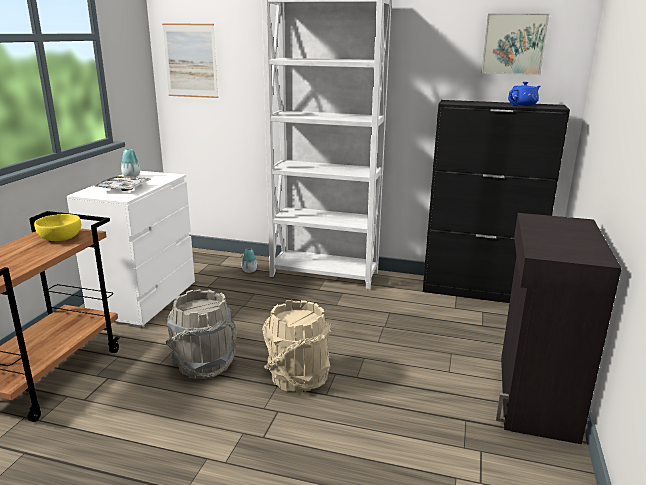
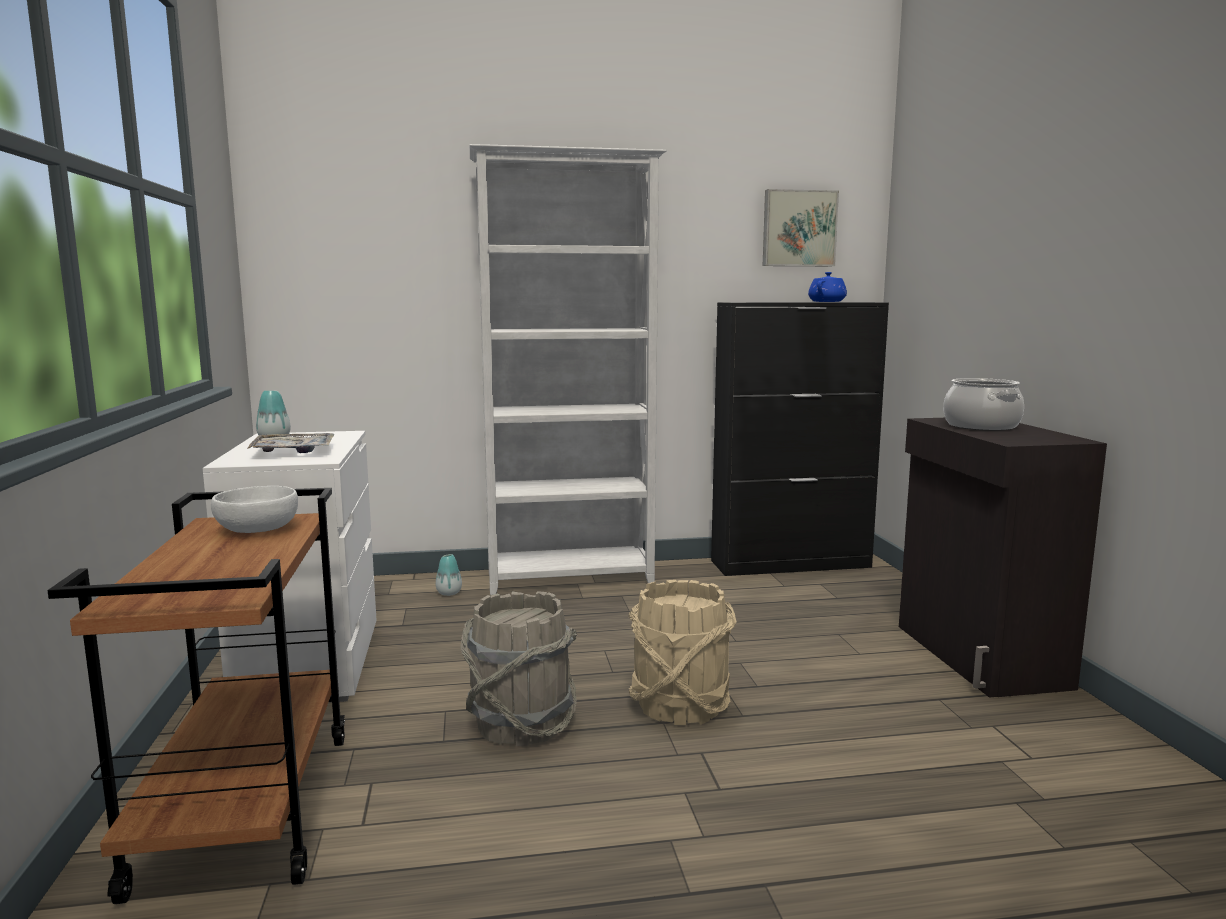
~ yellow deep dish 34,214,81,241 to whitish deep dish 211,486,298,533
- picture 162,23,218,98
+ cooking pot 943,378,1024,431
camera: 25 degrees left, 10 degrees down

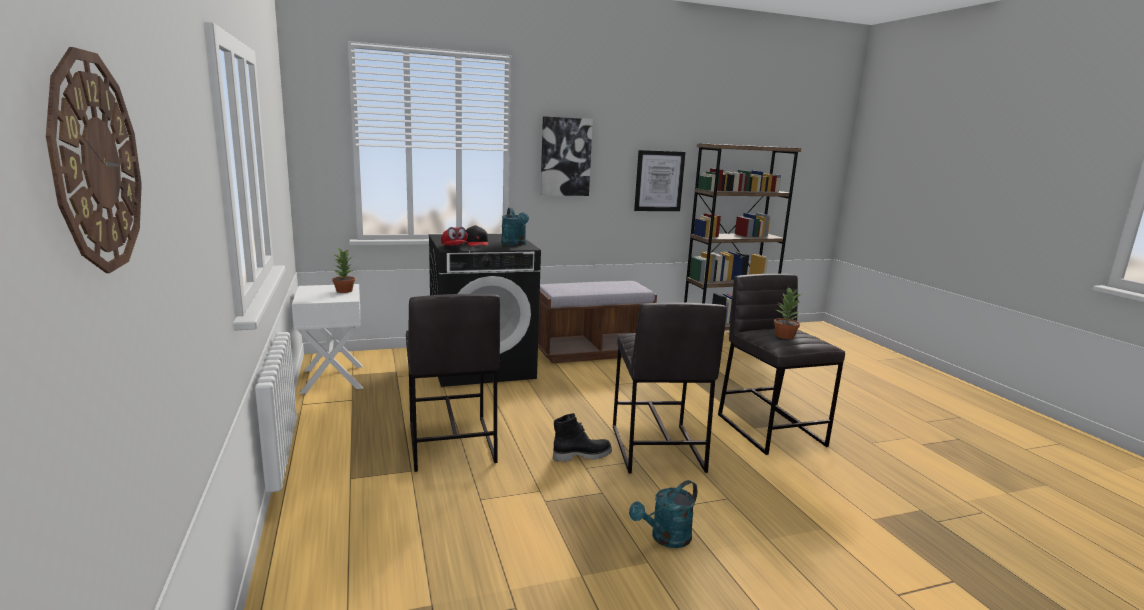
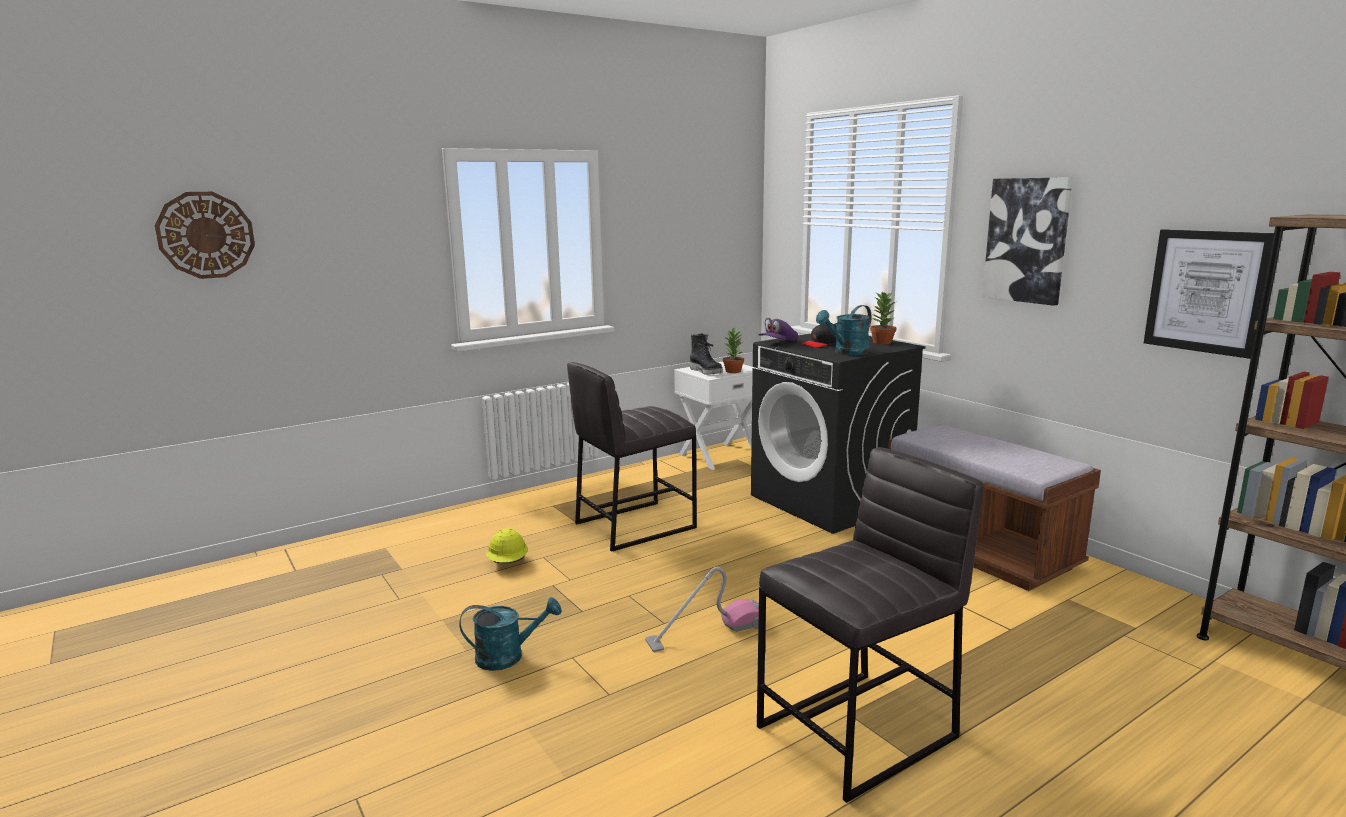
~ reddish cap 441,227,469,245 to purplish cap 758,317,798,341
~ black-coloured tall boot 553,413,612,462 to 690,333,723,375
~ gray stool seat 613,302,727,474 to hoover 645,567,759,652
~ turquoise sprinkling can 629,480,697,548 = 459,597,561,671 135 degrees clockwise
~ potted plant 774,287,802,339 to 870,291,896,344
+ yellow work helmet 486,529,528,563
camera: 75 degrees right, 0 degrees up

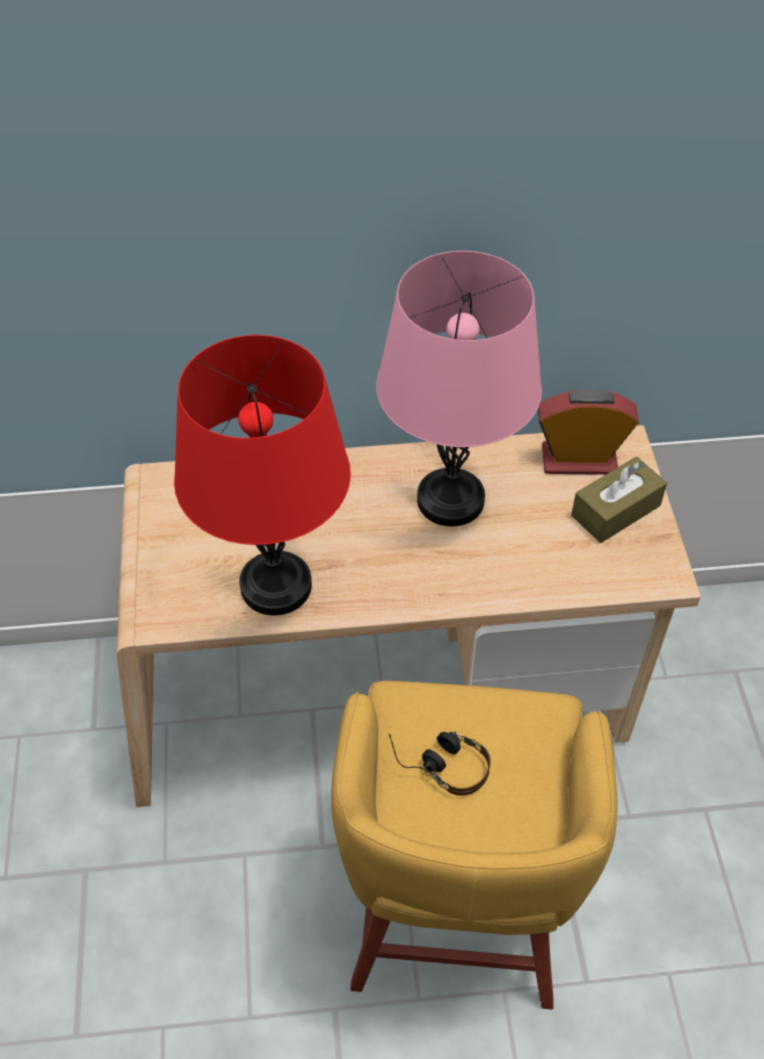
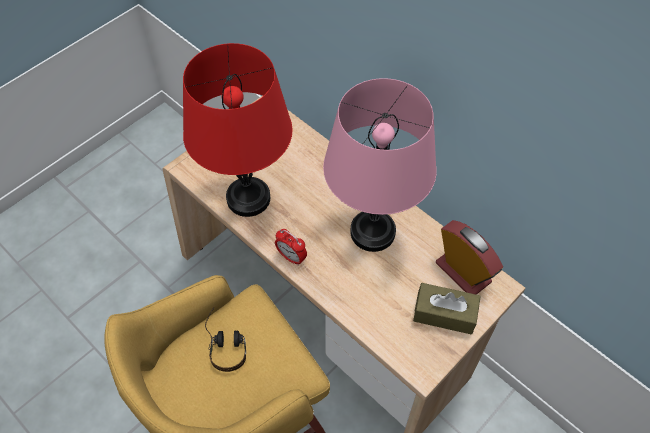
+ bedside clock 275,229,307,266
camera: 50 degrees right, 5 degrees up

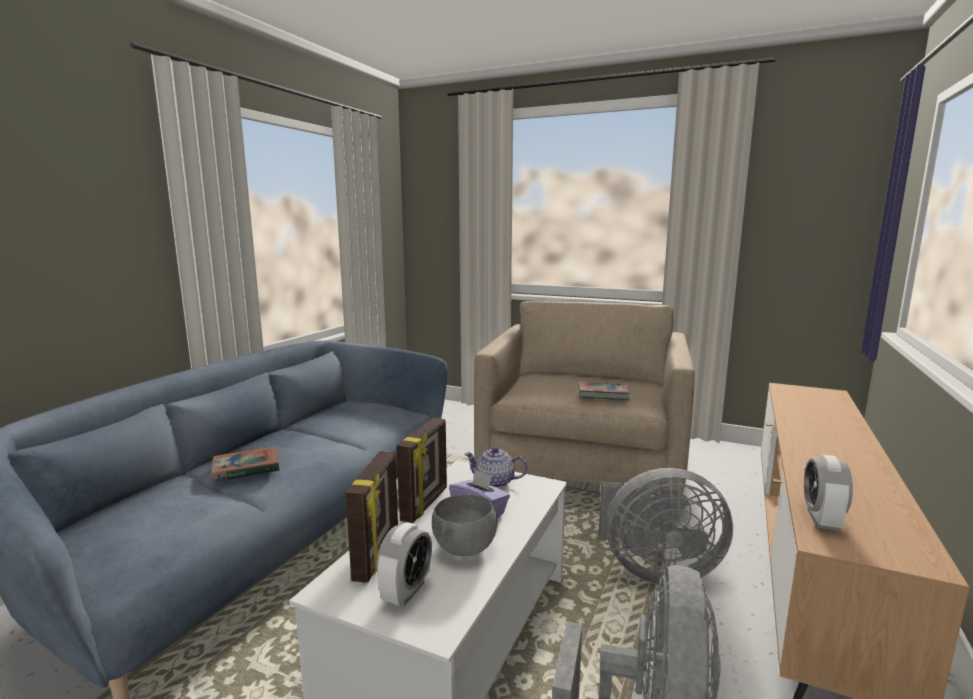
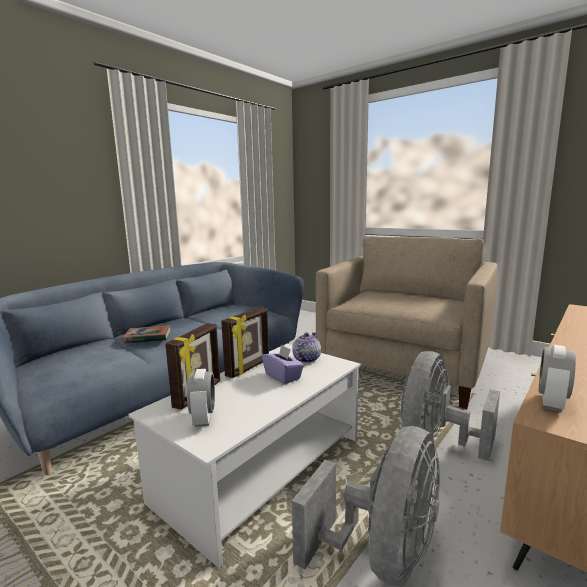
~ bedside clock 376,522,432,606 = 187,369,215,427 45 degrees counterclockwise
- gray deep dish 432,494,497,556
~ pot for tea 464,447,527,488 = 292,332,321,363 90 degrees clockwise
- book 578,381,630,400
~ gray electric fan 599,468,733,585 = 401,351,500,461 105 degrees clockwise
camera: 15 degrees right, 0 degrees up

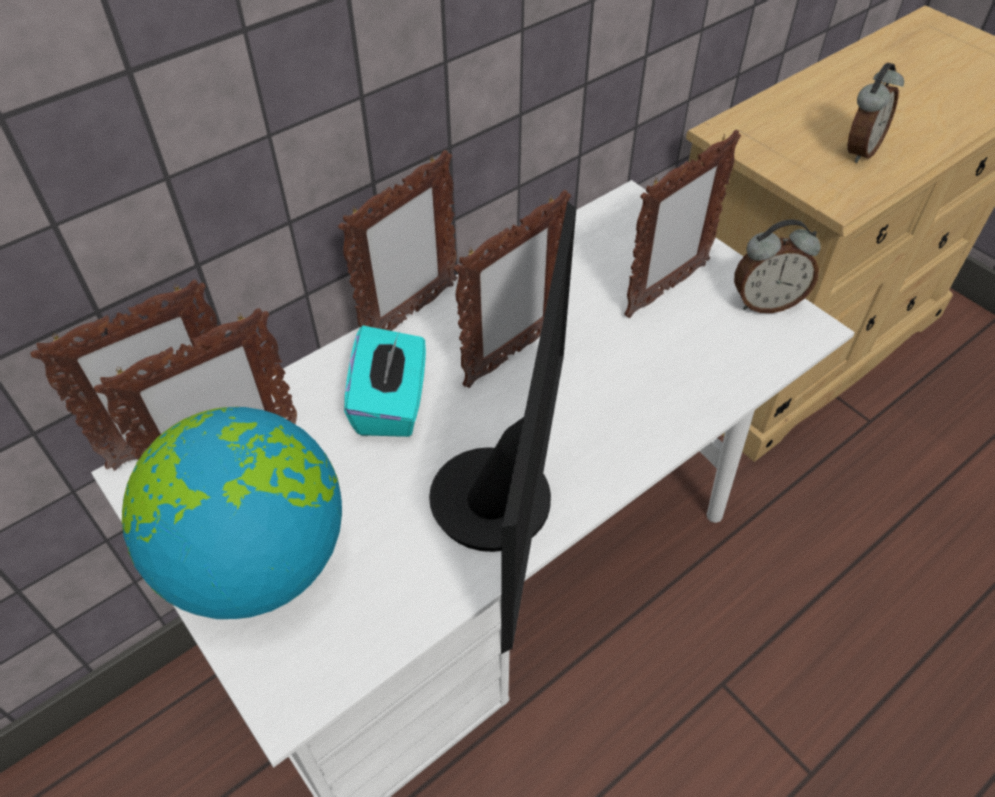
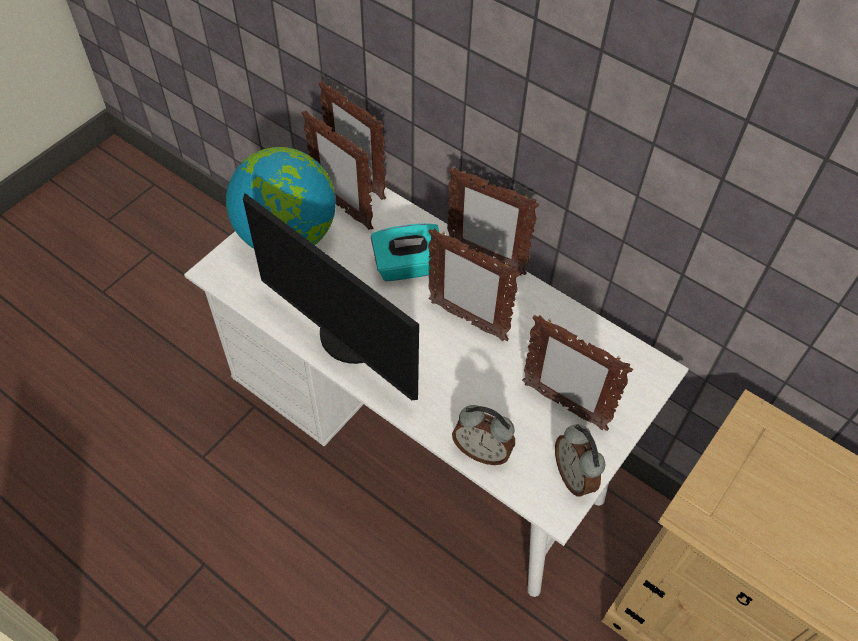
~ computer display 429,201,576,654 = 243,193,419,400 45 degrees clockwise
~ bedside clock 848,63,904,163 to 452,405,515,465
camera: 75 degrees right, 5 degrees up

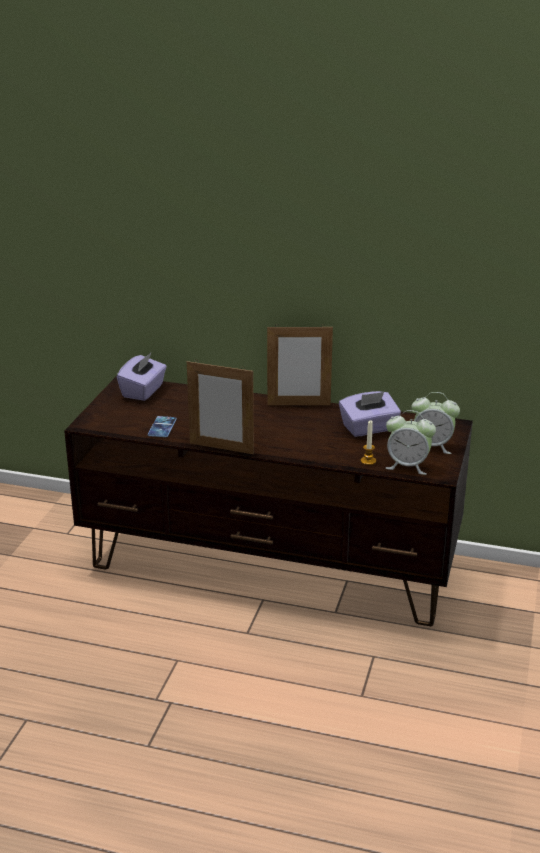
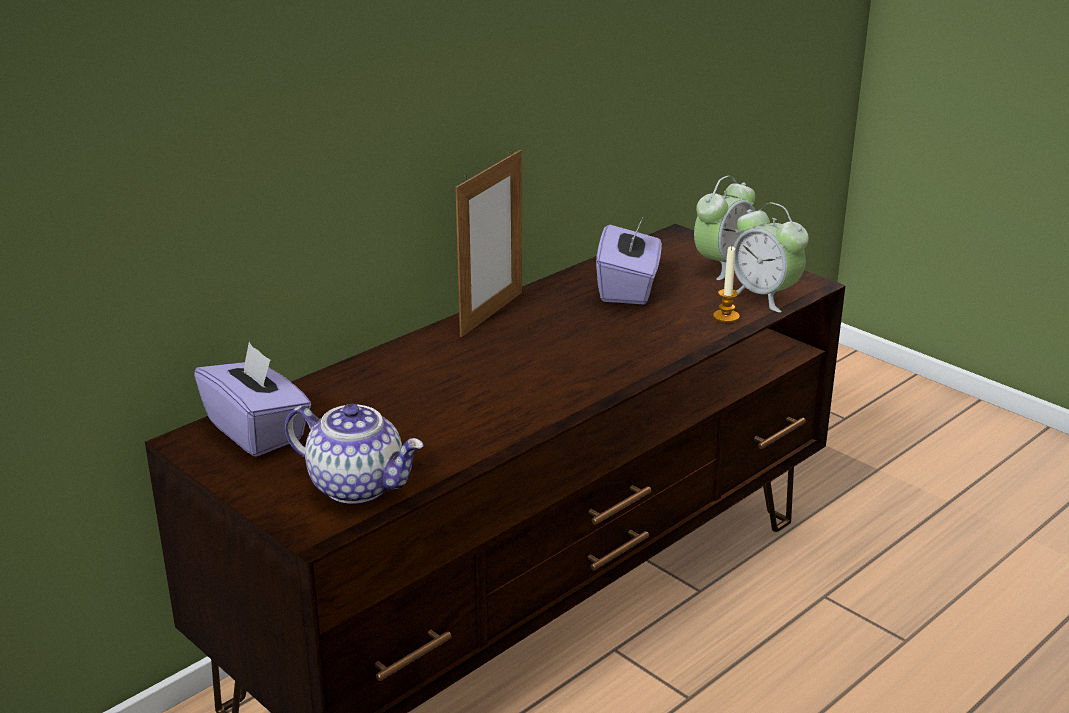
- telephone 148,416,177,437
- picture frame 187,361,254,454
~ bedside clock 386,410,436,475 = 734,203,809,313 90 degrees clockwise
+ pot for tea 285,404,424,504
camera: 60 degrees left, 0 degrees up

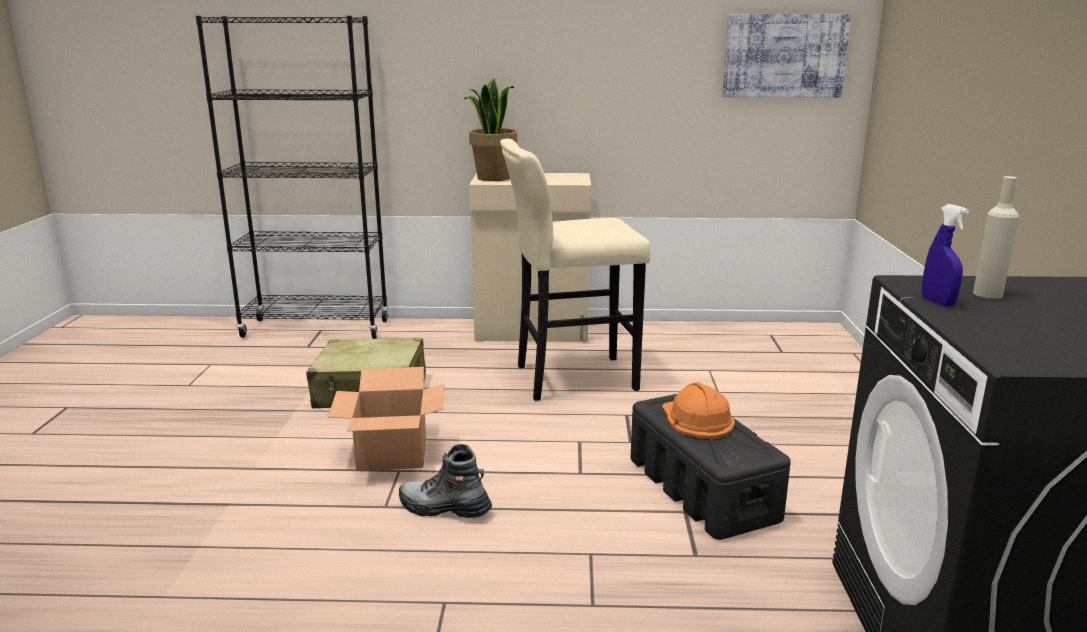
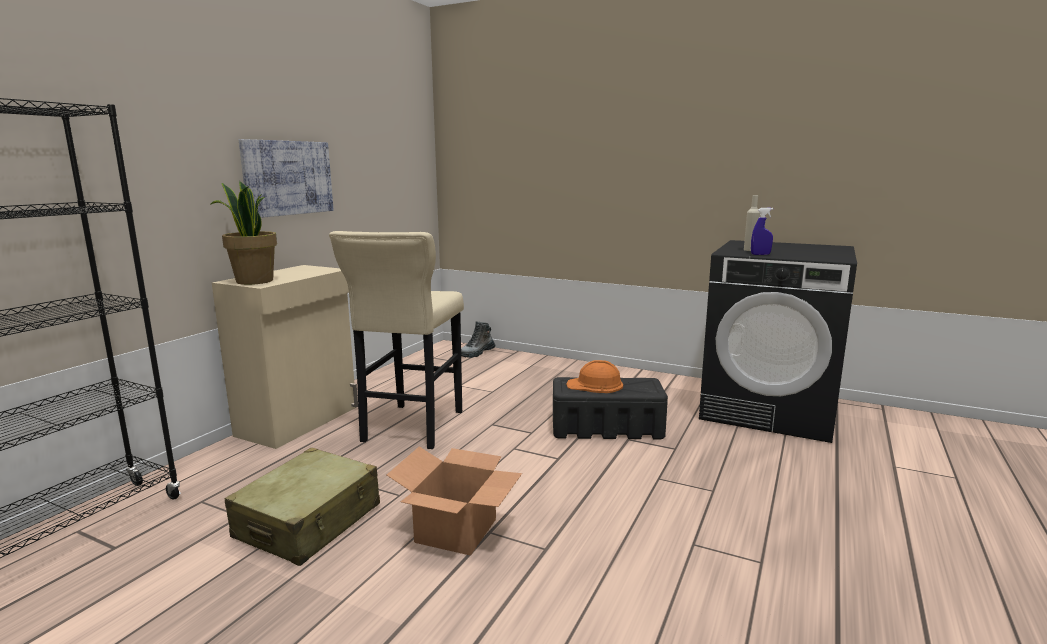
~ tall boot 399,444,492,518 to 461,321,495,358
~ picture 722,14,851,97 to 239,139,334,218
camera: 65 degrees left, 5 degrees down

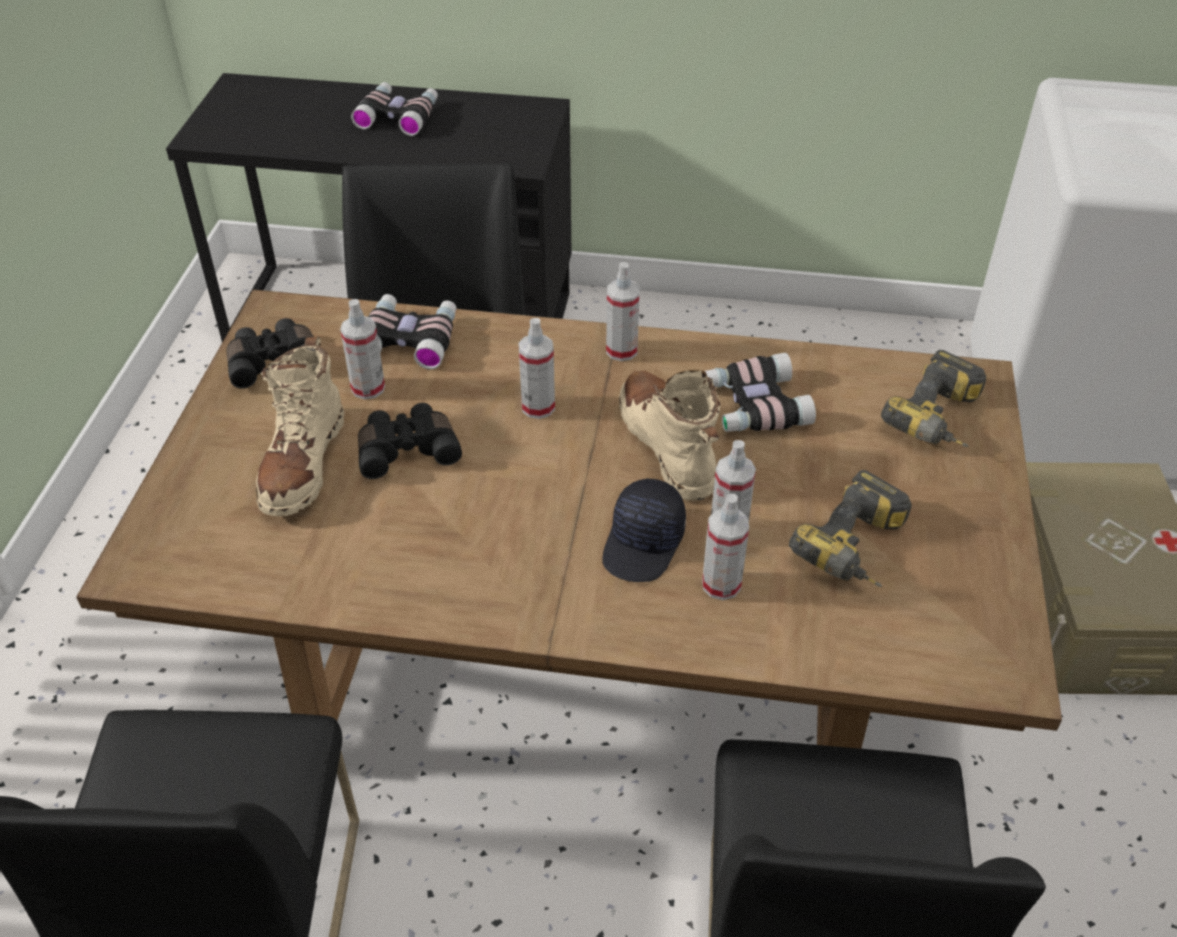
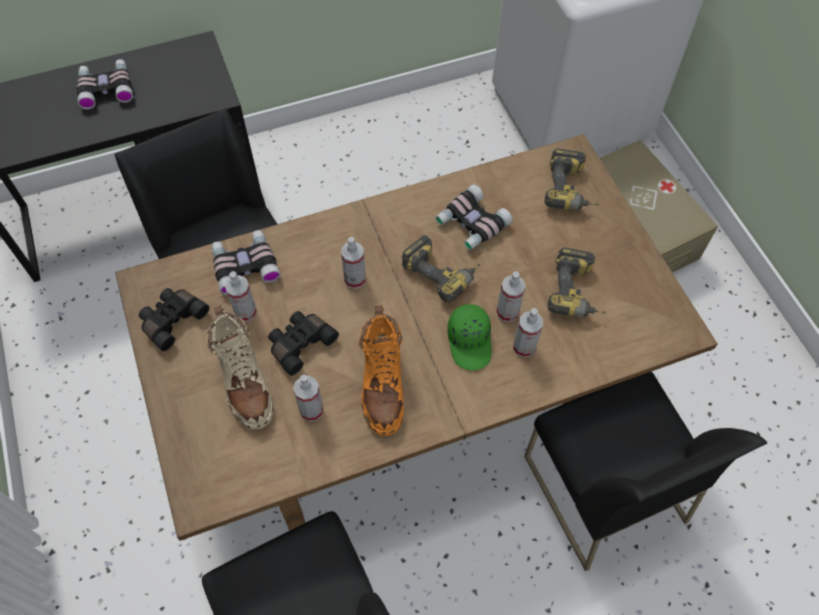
~ black-coloured cap 602,478,686,582 to greenish cap 447,304,492,370
~ sprayer 606,262,640,361 to 293,375,324,422
~ beige tall boot 619,370,720,501 to drill 402,235,480,302
+ orange tall boot 359,305,404,436
camera: 30 degrees left, 15 degrees up

